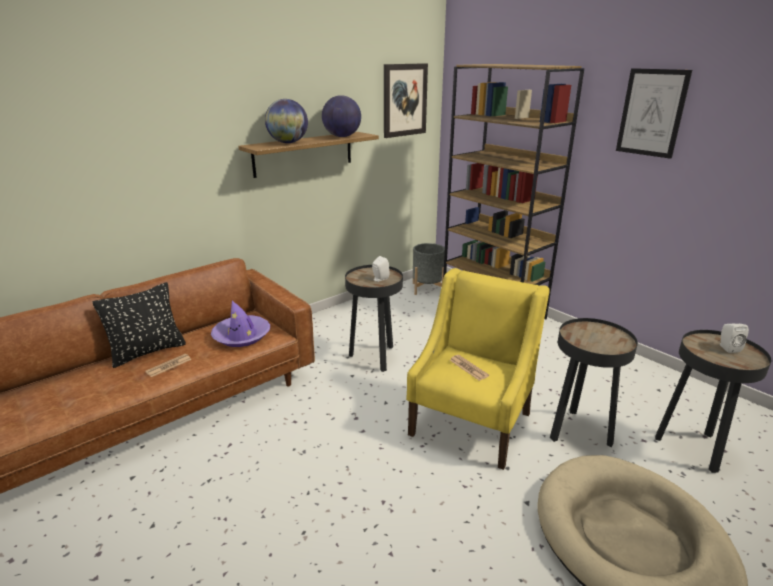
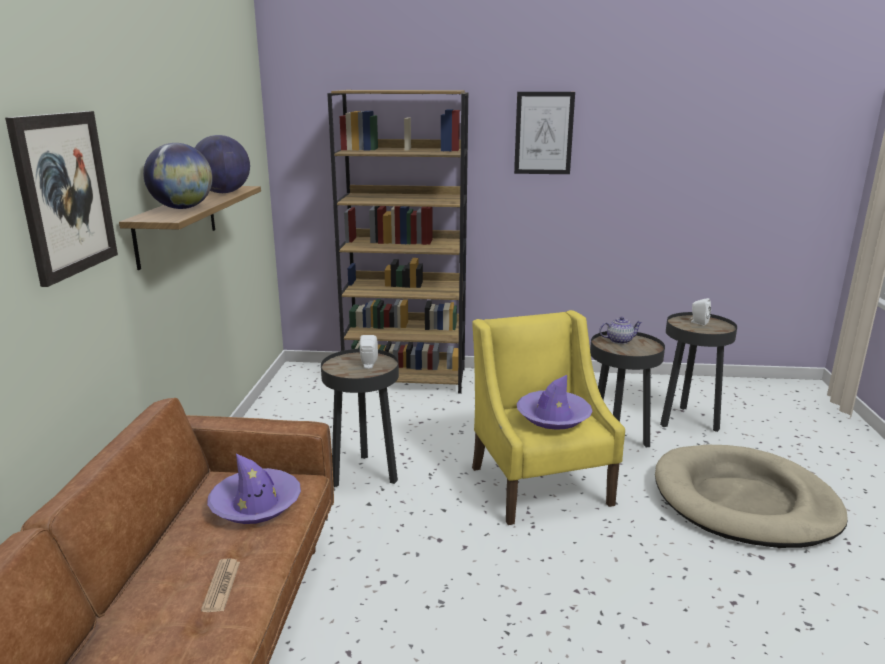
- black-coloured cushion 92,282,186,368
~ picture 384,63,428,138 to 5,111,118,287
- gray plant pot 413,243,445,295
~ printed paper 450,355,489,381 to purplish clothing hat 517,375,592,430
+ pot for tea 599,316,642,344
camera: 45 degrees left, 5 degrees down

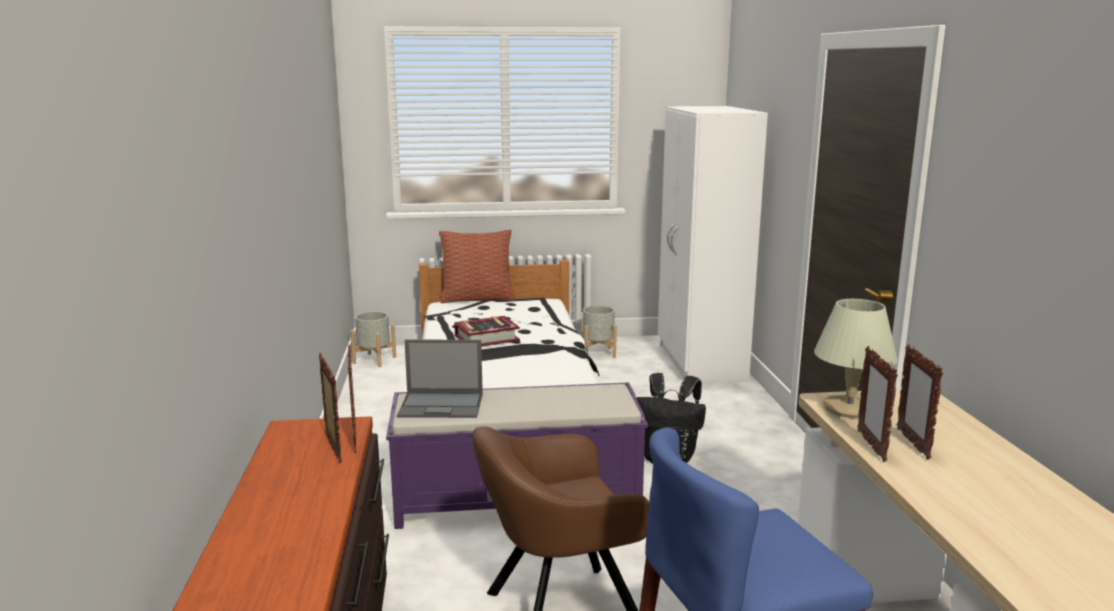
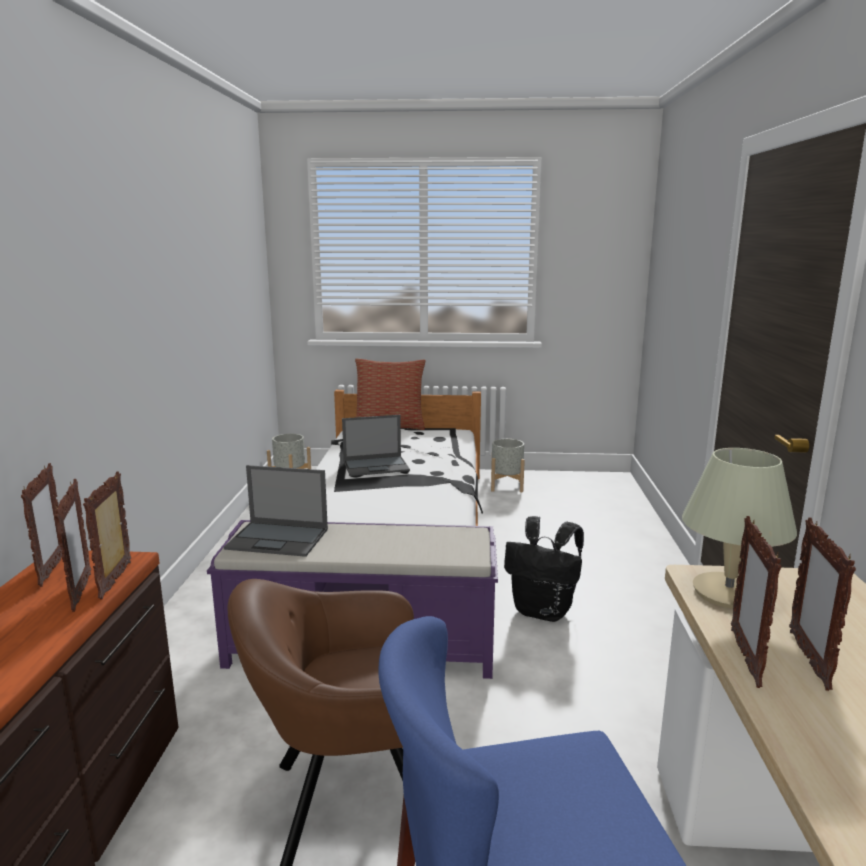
~ book 454,316,520,346 to laptop 342,415,410,476
- whitish wardrobe 658,106,768,384
+ picture frame 21,463,62,587
camera: 10 degrees right, 0 degrees up

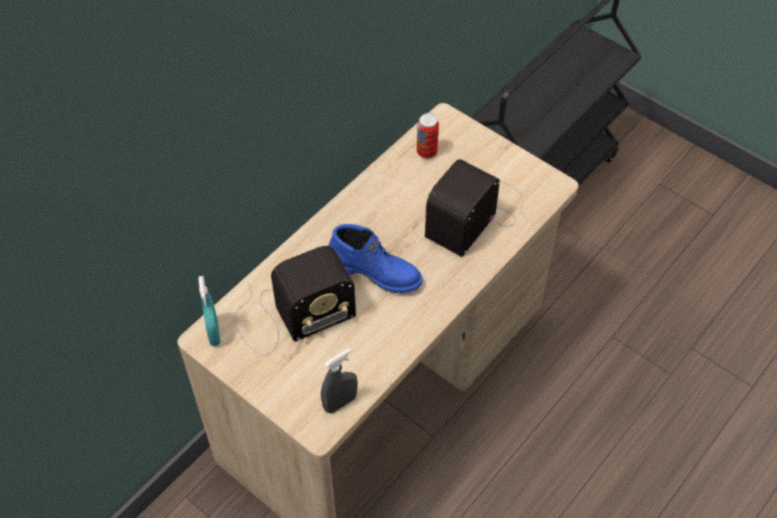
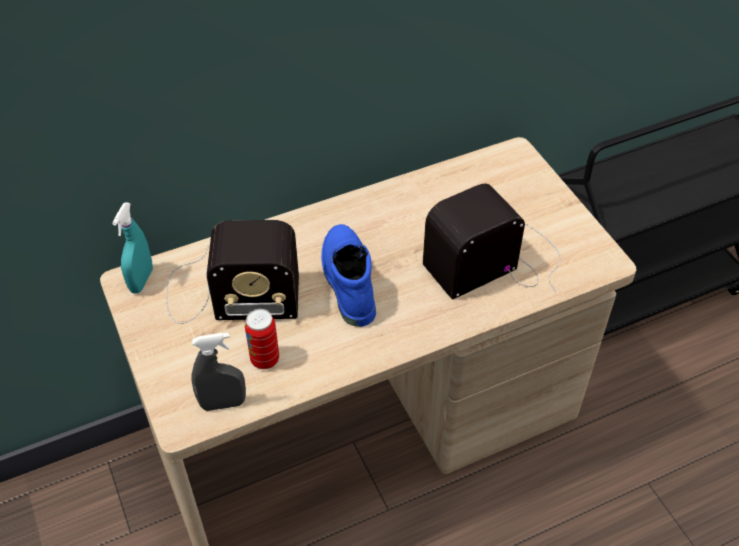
~ blue tall boot 328,224,422,293 = 321,224,376,327 150 degrees counterclockwise
~ sealed can 417,113,439,158 to 245,309,279,369
camera: 25 degrees right, 5 degrees down

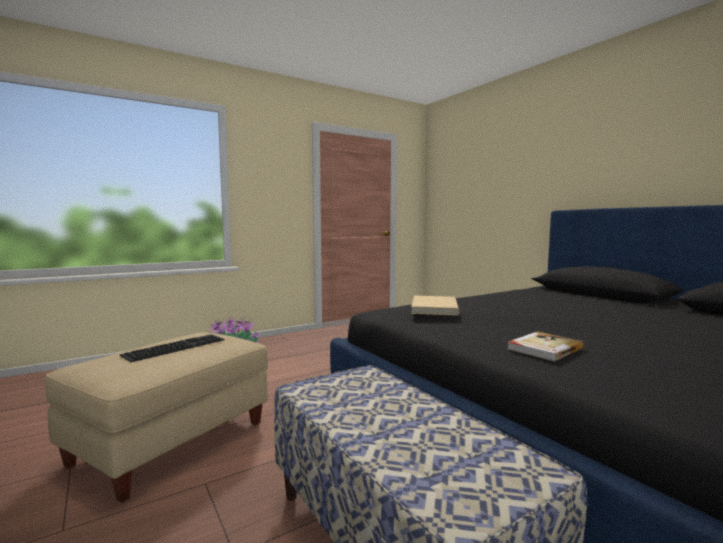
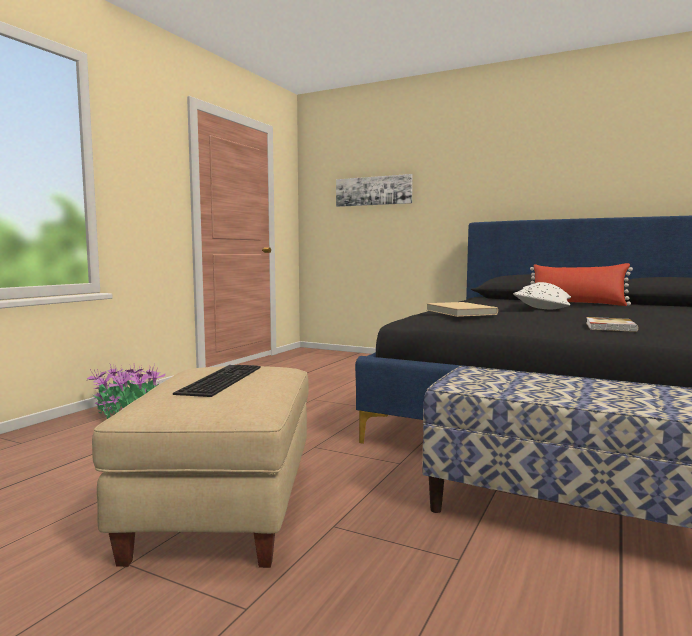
+ picture 336,174,413,207
+ whitish cushion 513,282,571,309
+ reddish cushion 530,263,633,306
camera: 30 degrees left, 0 degrees up

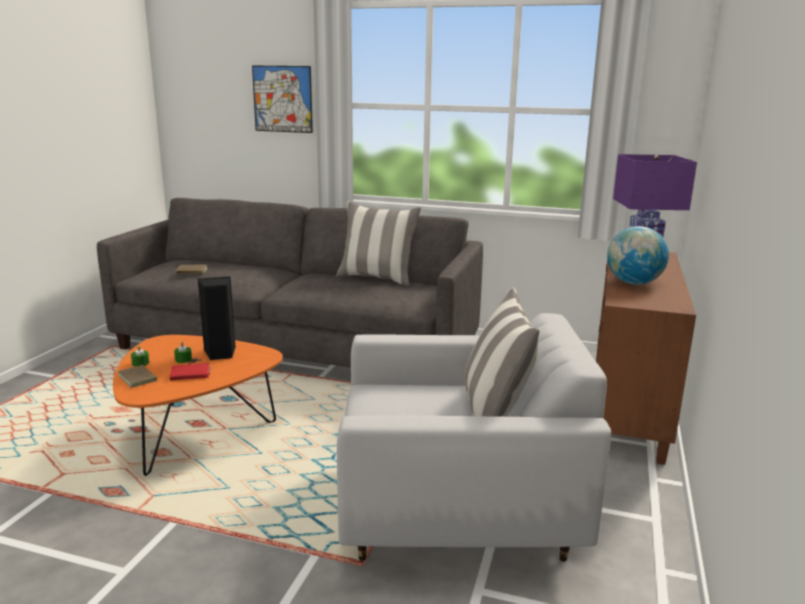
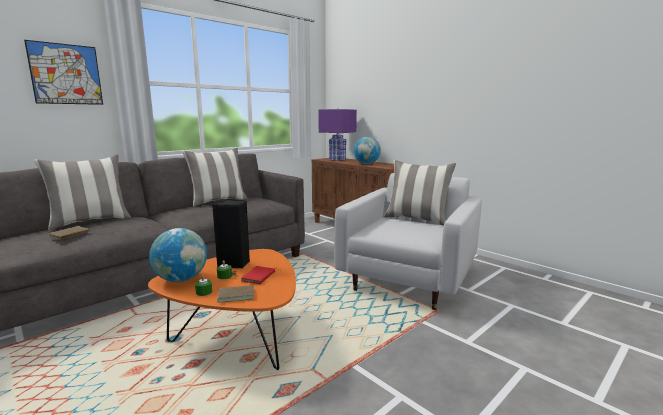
+ cushion 34,154,131,230
+ globe 149,228,207,282
camera: 60 degrees left, 5 degrees down

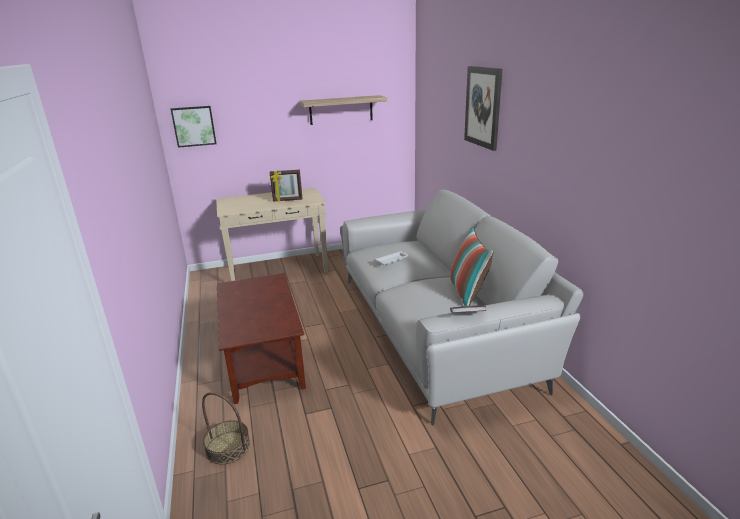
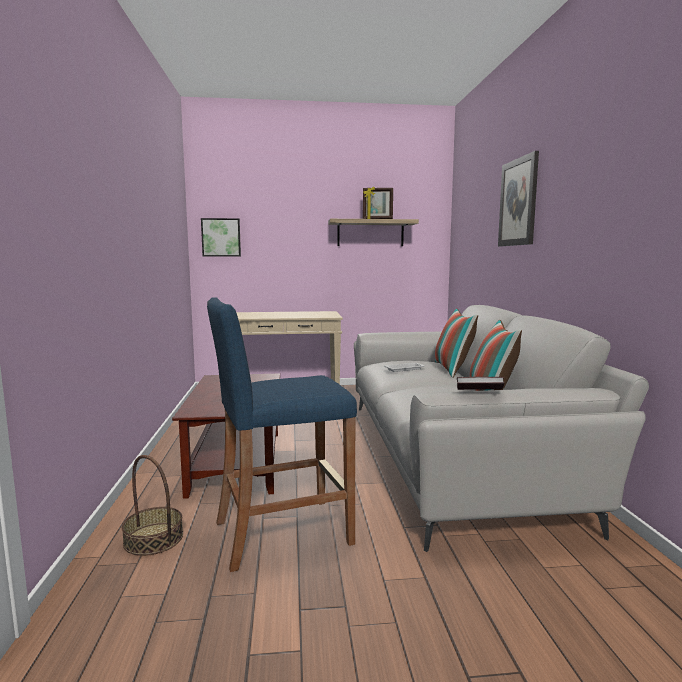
~ picture frame 270,170,302,202 to 363,186,393,219
+ blue stool seat 207,298,357,572
+ cushion 435,308,478,378
camera: 10 degrees right, 15 degrees down

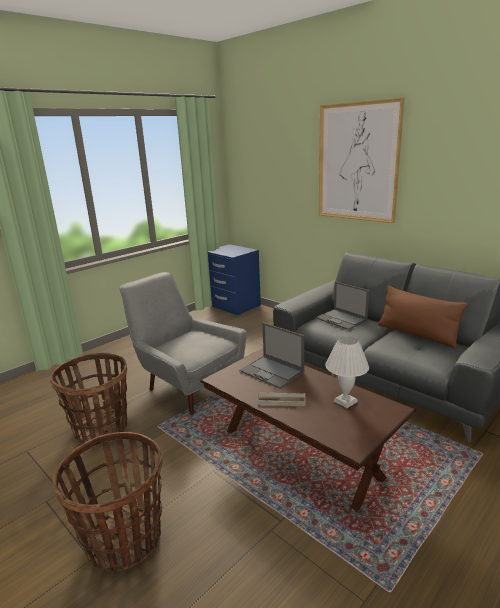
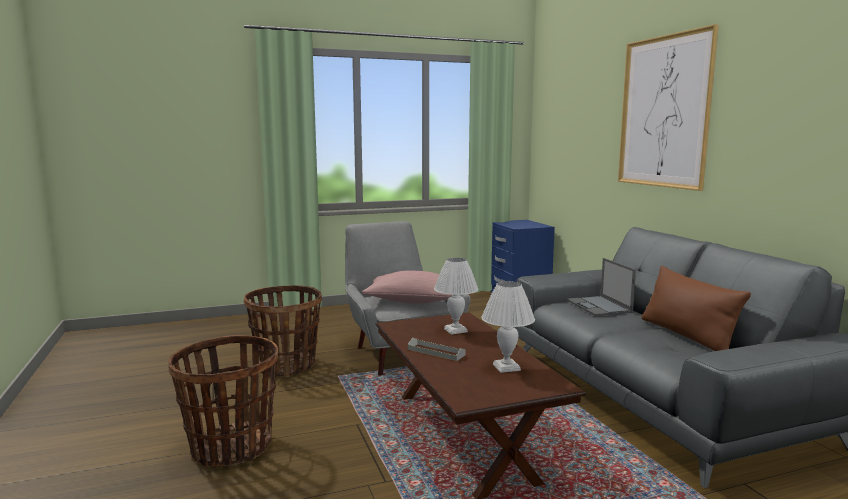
~ laptop 240,322,304,389 to whitish tabletop lamp 434,258,479,334
+ pink cushion 362,271,452,303
camera: 25 degrees right, 10 degrees down

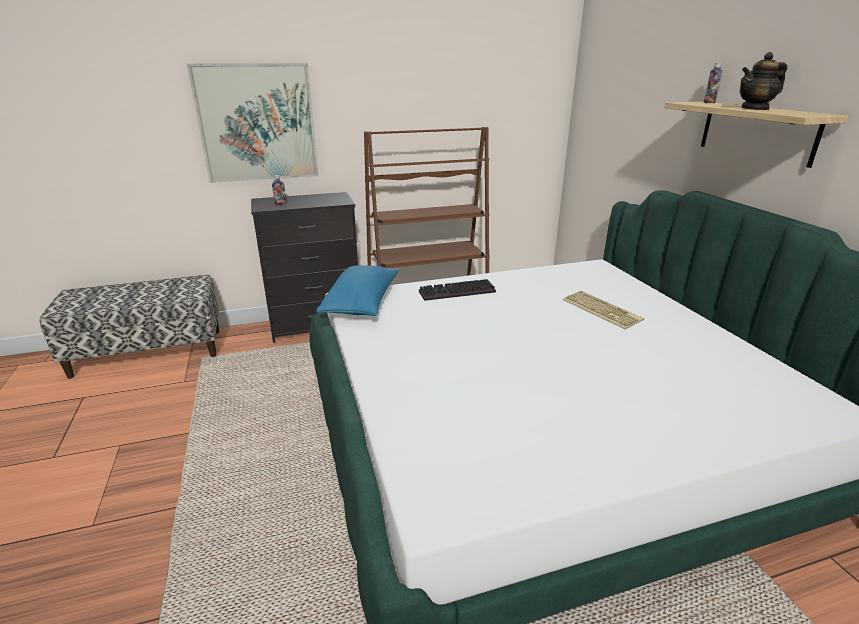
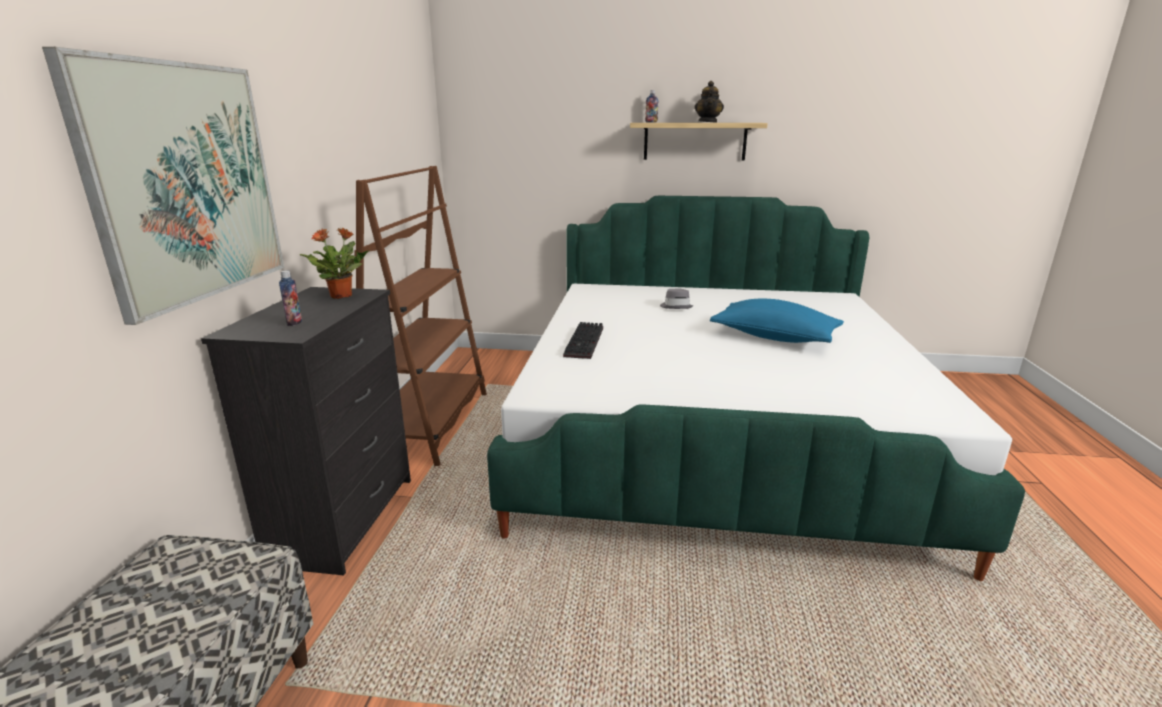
~ blue cushion 316,265,399,316 to 710,298,844,343
~ computer keyboard 563,291,644,330 to gray clothing hat 660,289,694,309
+ potted plant 300,228,369,299
camera: 65 degrees left, 5 degrees down

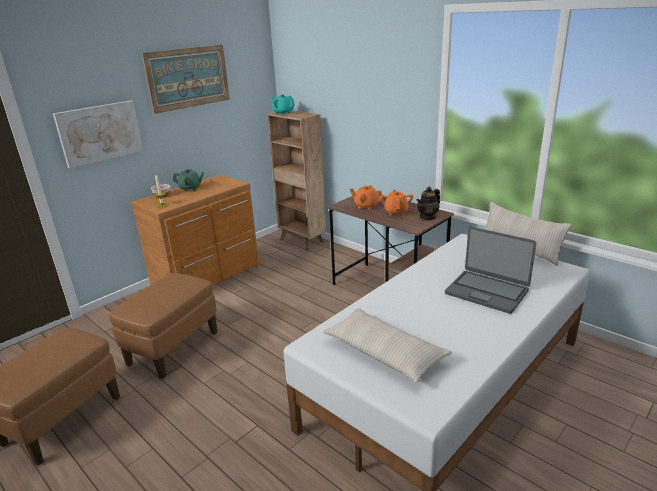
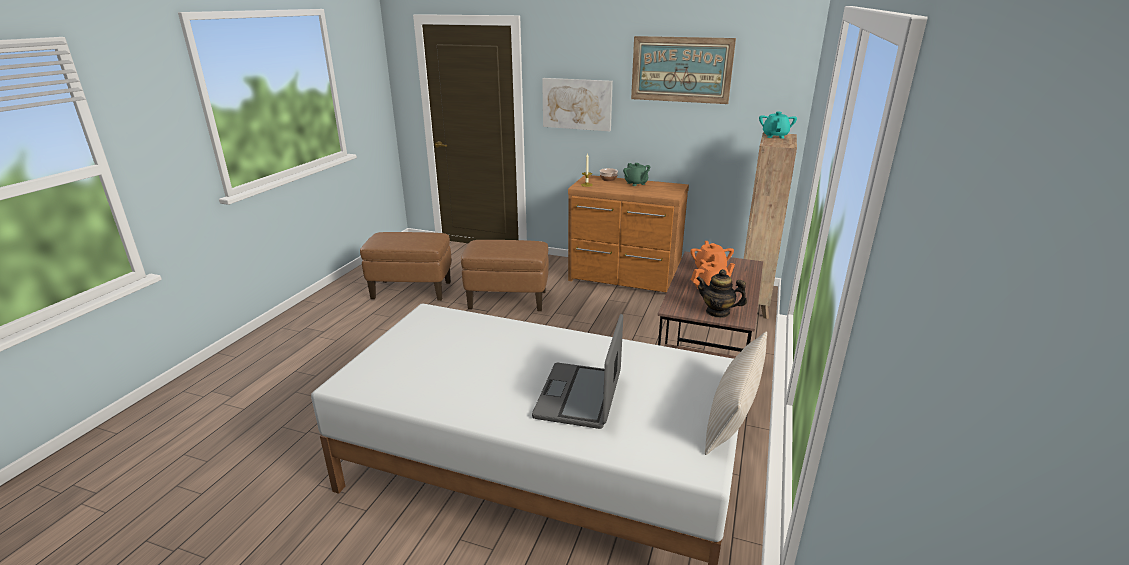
- beige cushion 323,308,452,383
camera: 65 degrees right, 0 degrees up

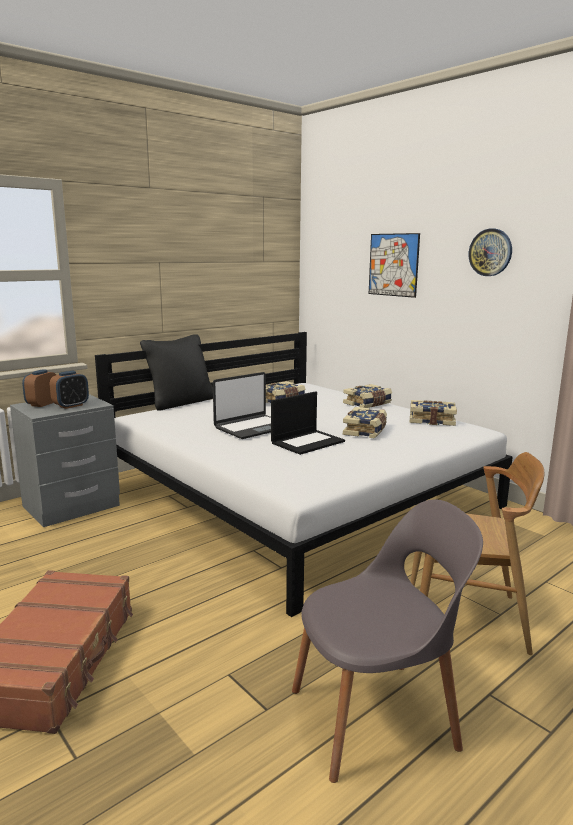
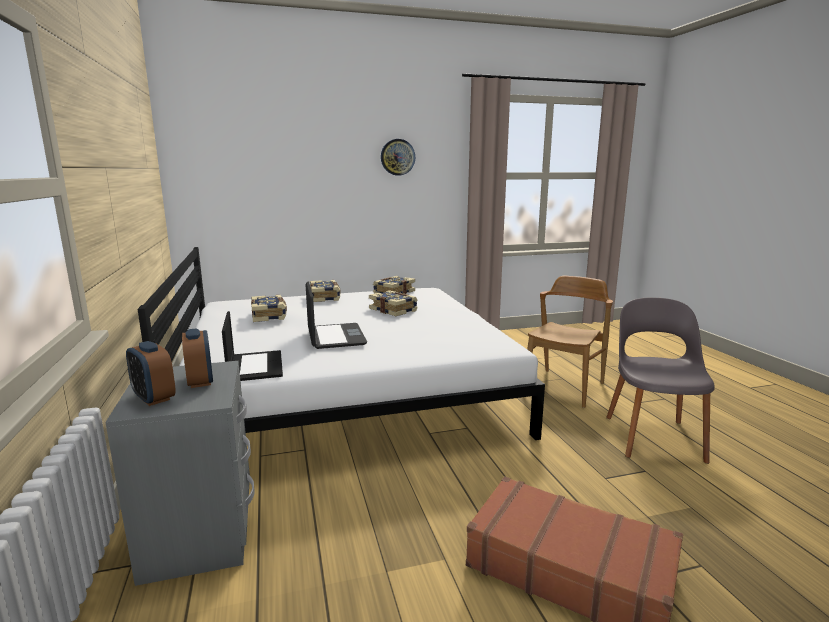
- black-coloured cushion 140,334,213,411
~ laptop 271,391,345,455 to 222,311,283,381
- picture 369,233,420,298
camera: 65 degrees left, 0 degrees up

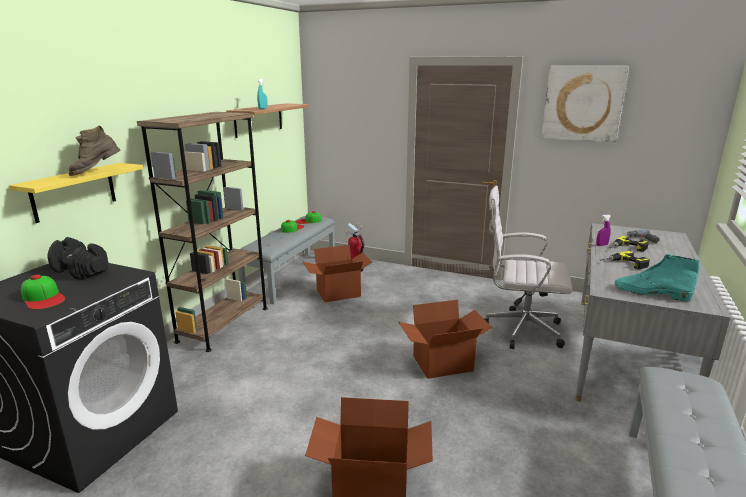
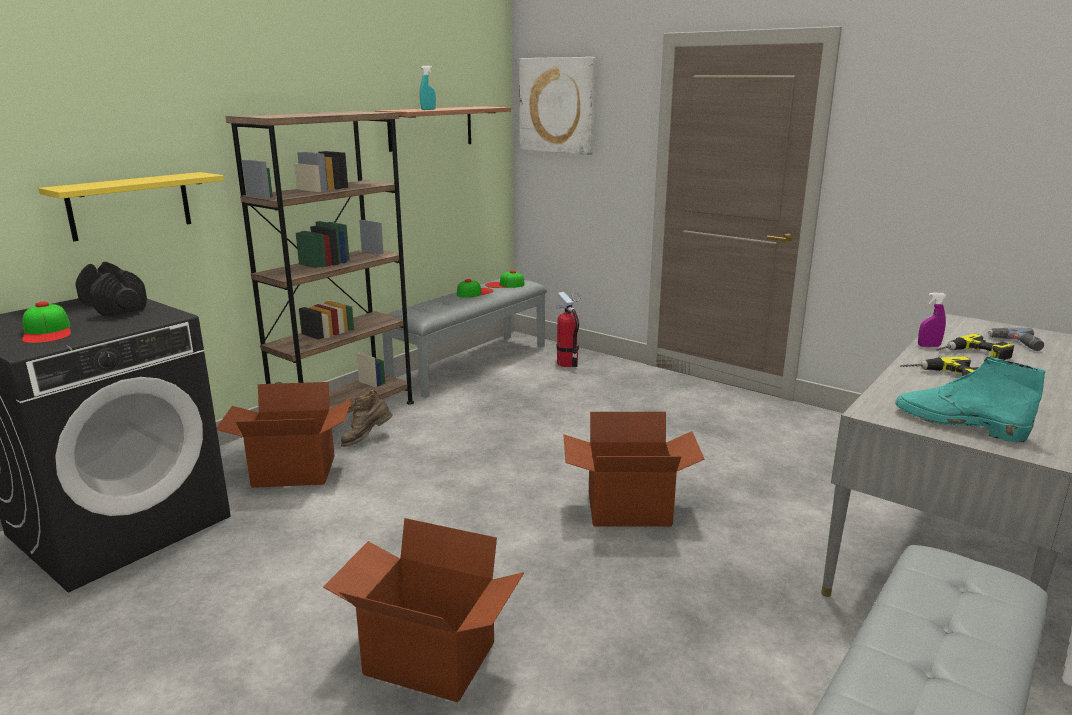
~ brownish tall boot 68,126,120,176 to 341,390,393,447
~ packing box 303,245,372,302 to 217,382,352,488
- whitish office chair 483,186,573,349
~ picture 541,66,629,142 to 519,57,596,155
camera: 15 degrees right, 0 degrees up

